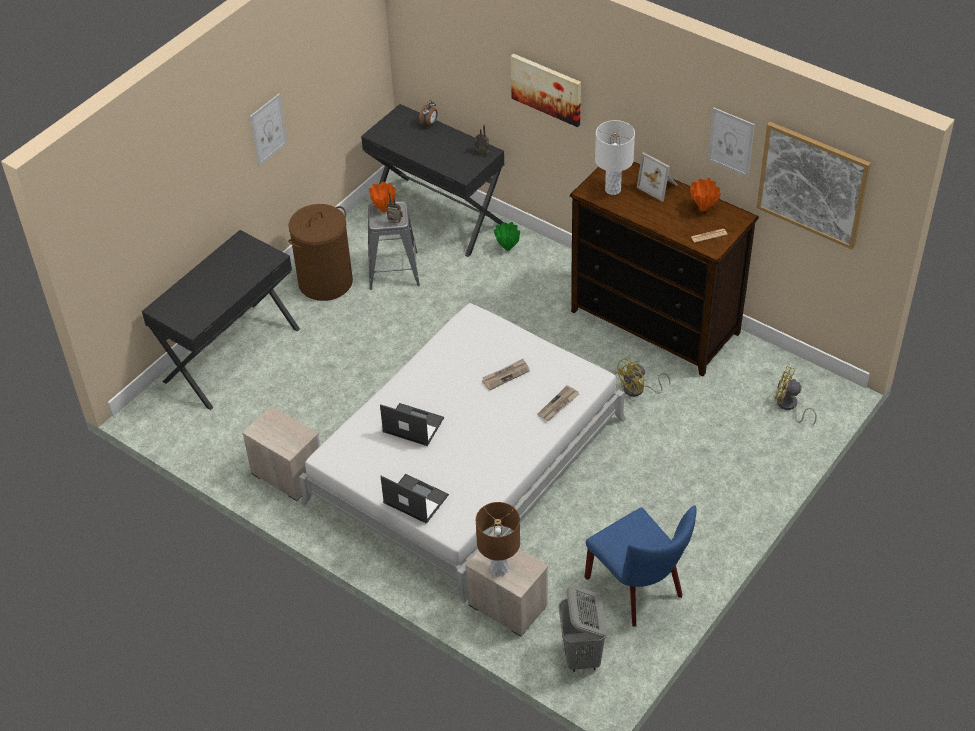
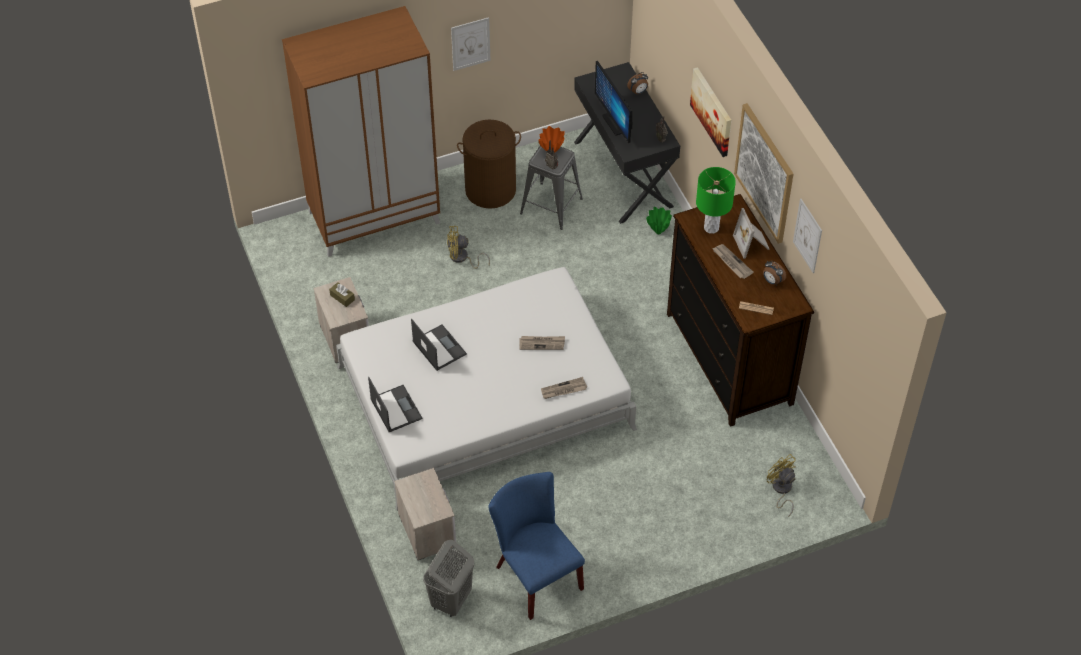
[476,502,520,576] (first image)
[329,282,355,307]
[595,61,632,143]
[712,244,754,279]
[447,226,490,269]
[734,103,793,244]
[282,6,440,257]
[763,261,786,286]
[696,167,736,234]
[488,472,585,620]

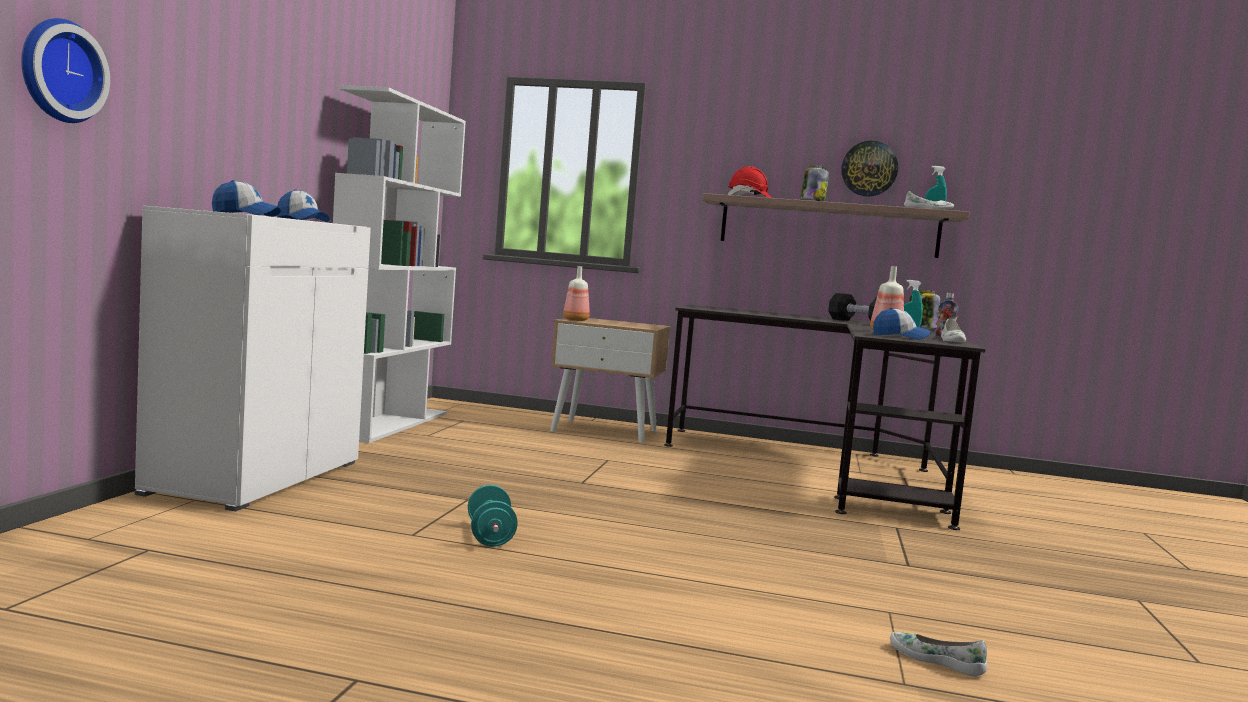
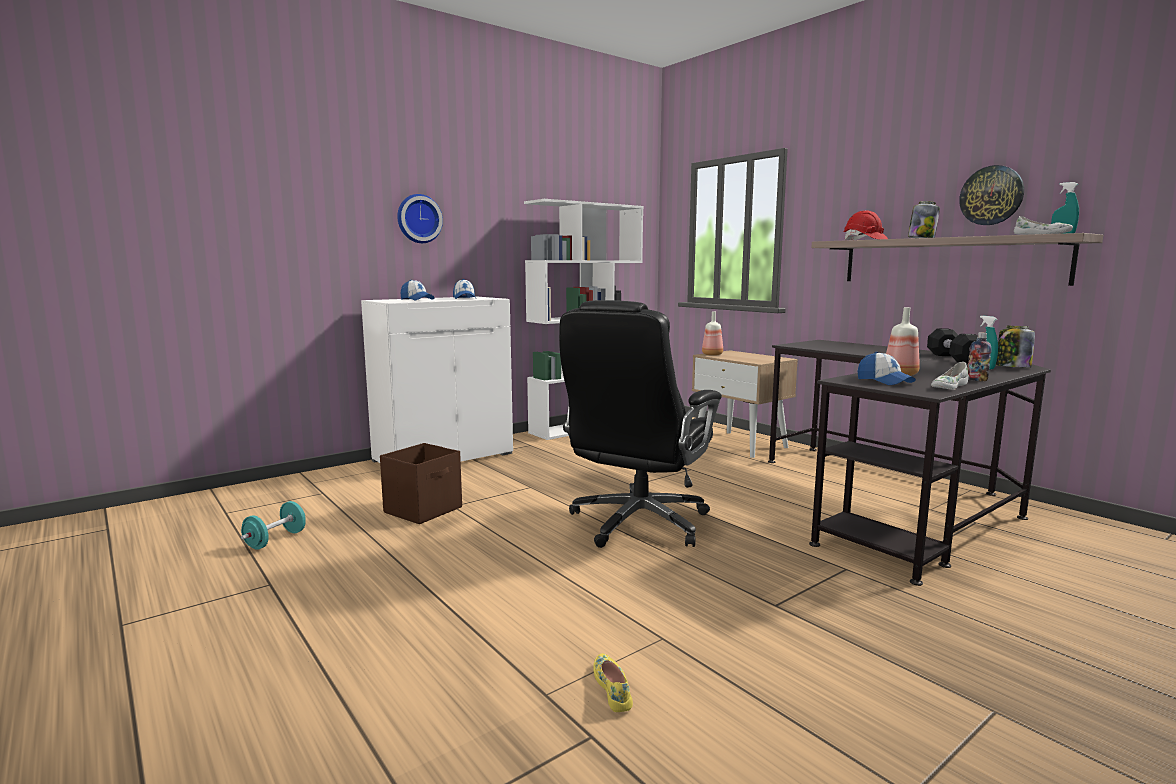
[380,443,462,524]
[559,300,722,548]
[397,194,443,243]
[241,501,306,550]
[593,653,633,712]

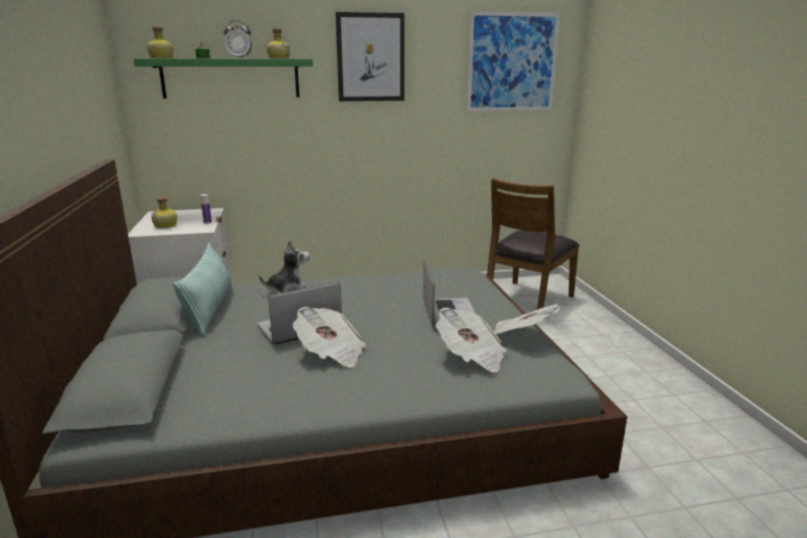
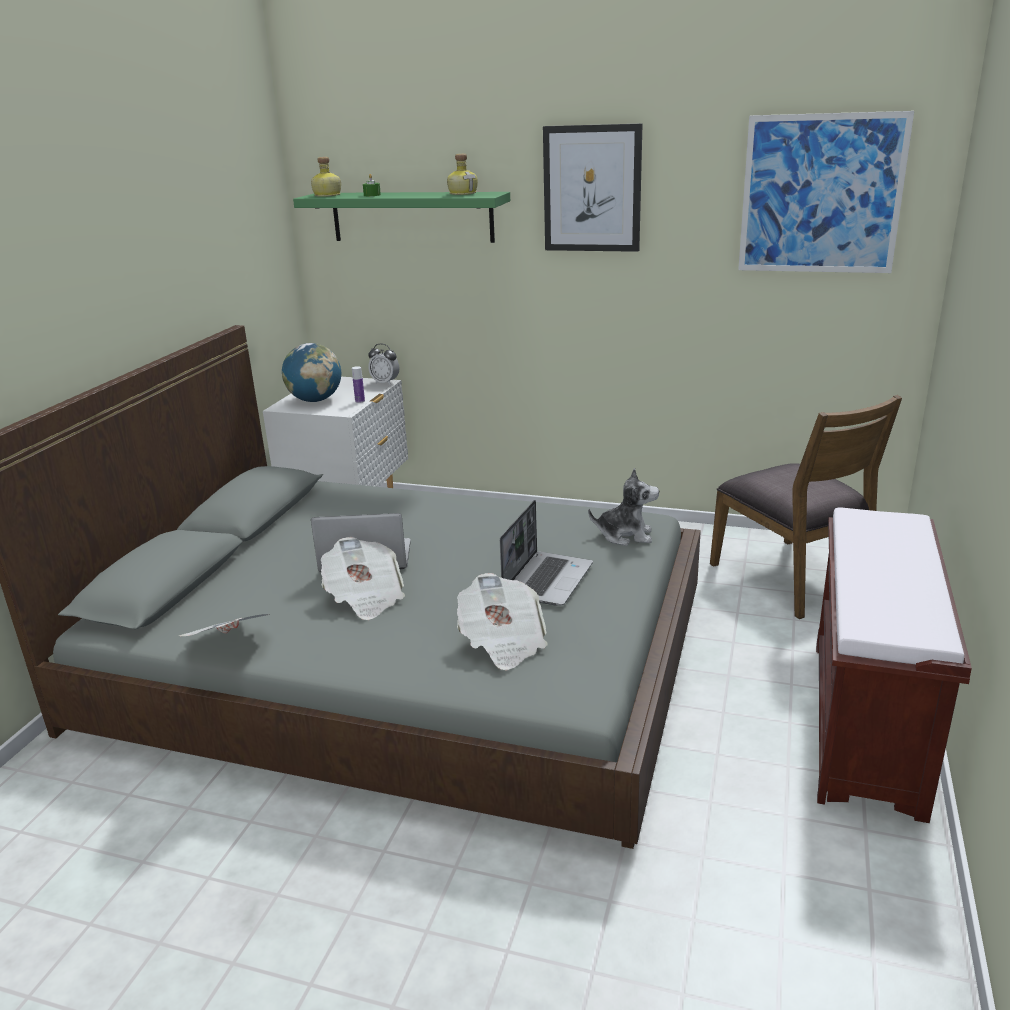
[173,243,232,337] (first image)
[816,508,972,823]
[368,344,400,385]
[588,468,659,546]
[179,614,270,636]
[282,343,341,402]
[710,395,902,619]

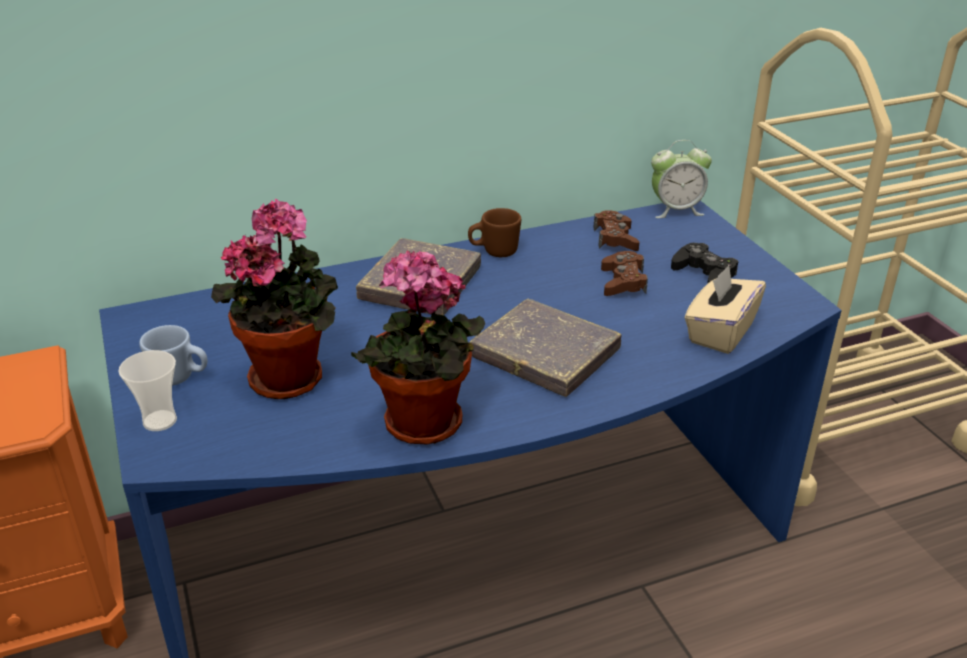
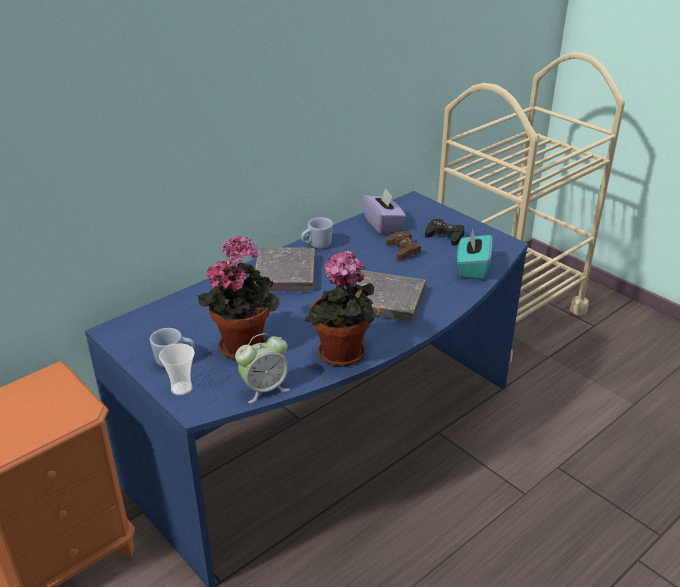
[235,333,290,403]
[362,188,406,235]
[301,217,333,249]
[457,229,493,280]

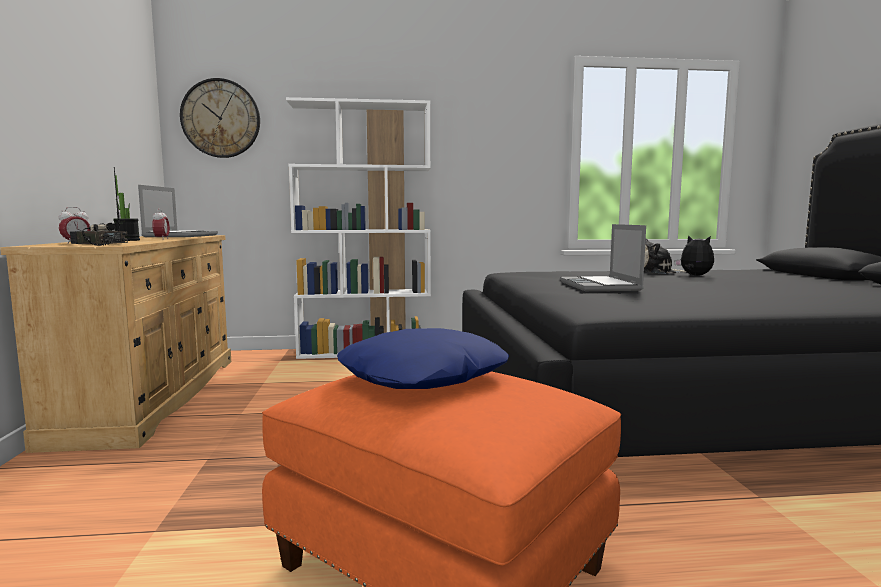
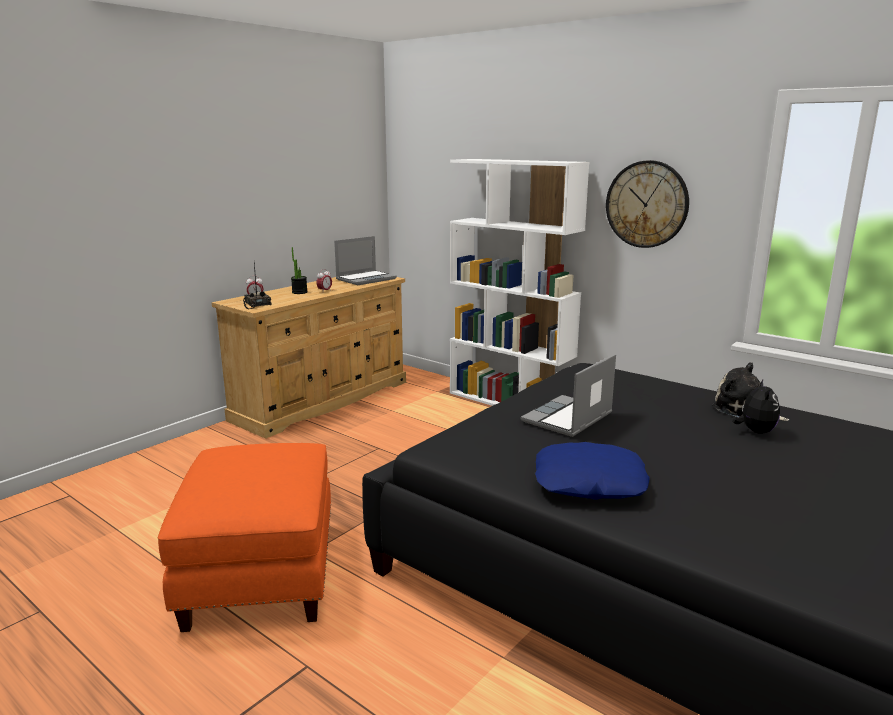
[606,160,689,248]
[535,442,649,500]

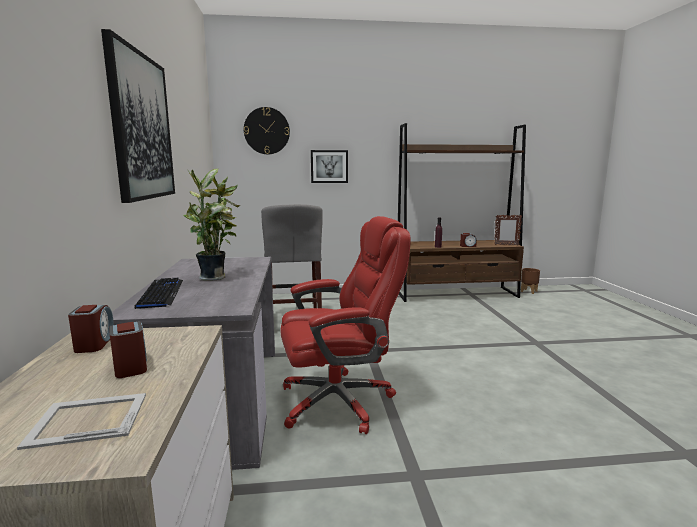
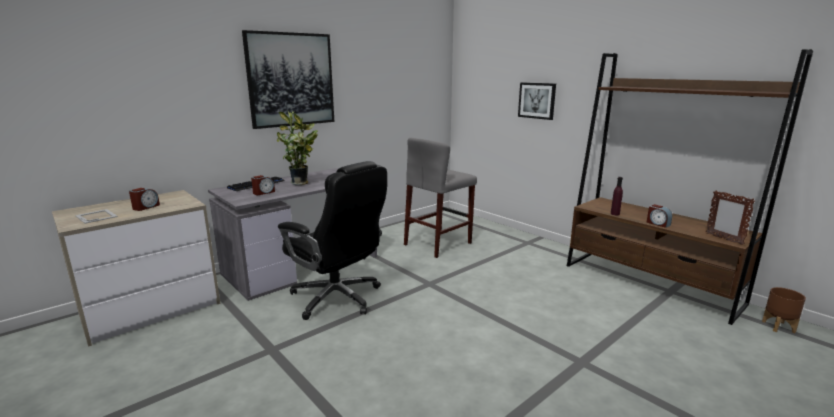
[244,107,290,154] (first image)
[251,175,275,195]
[278,161,387,320]

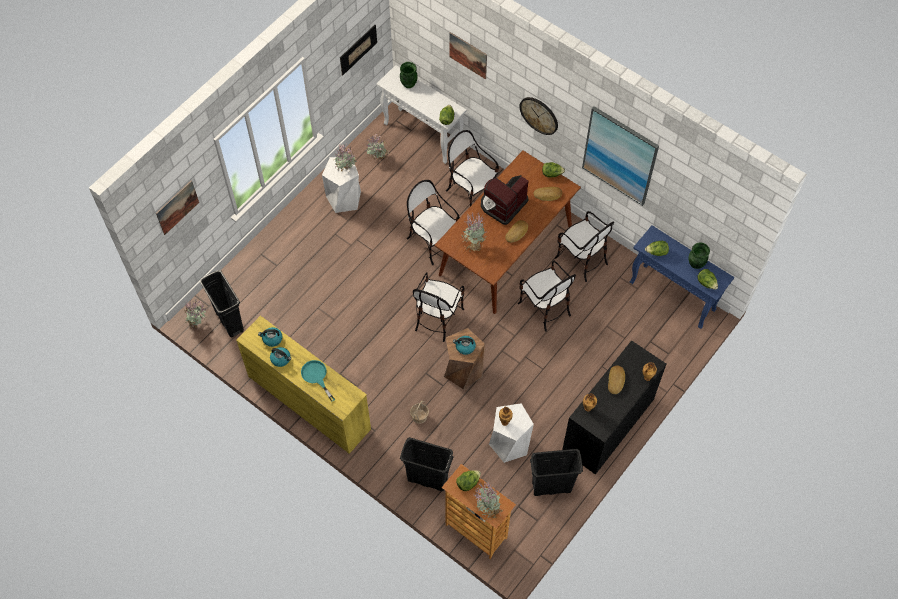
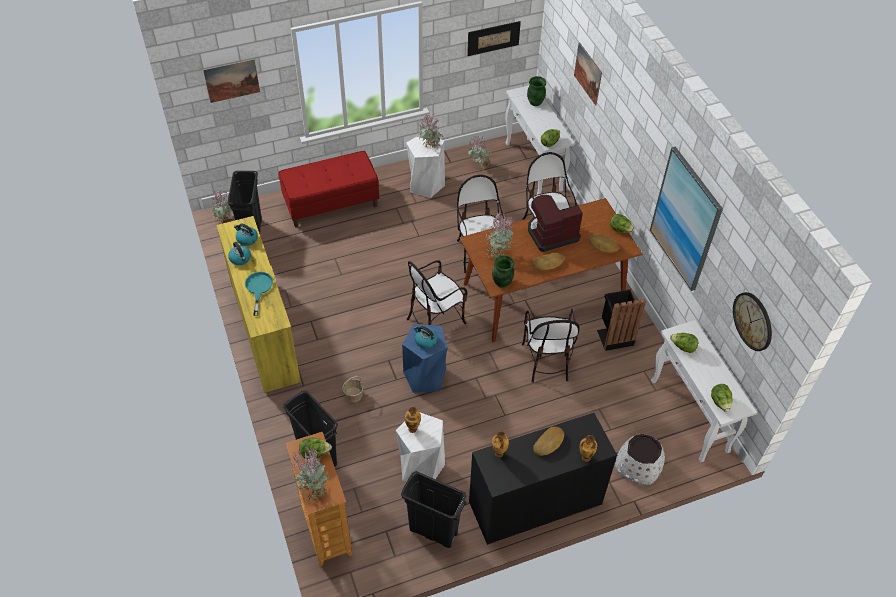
[279,151,379,227]
[615,434,665,485]
[733,292,772,351]
[492,255,514,288]
[597,290,646,351]
[402,324,448,393]
[651,320,757,462]

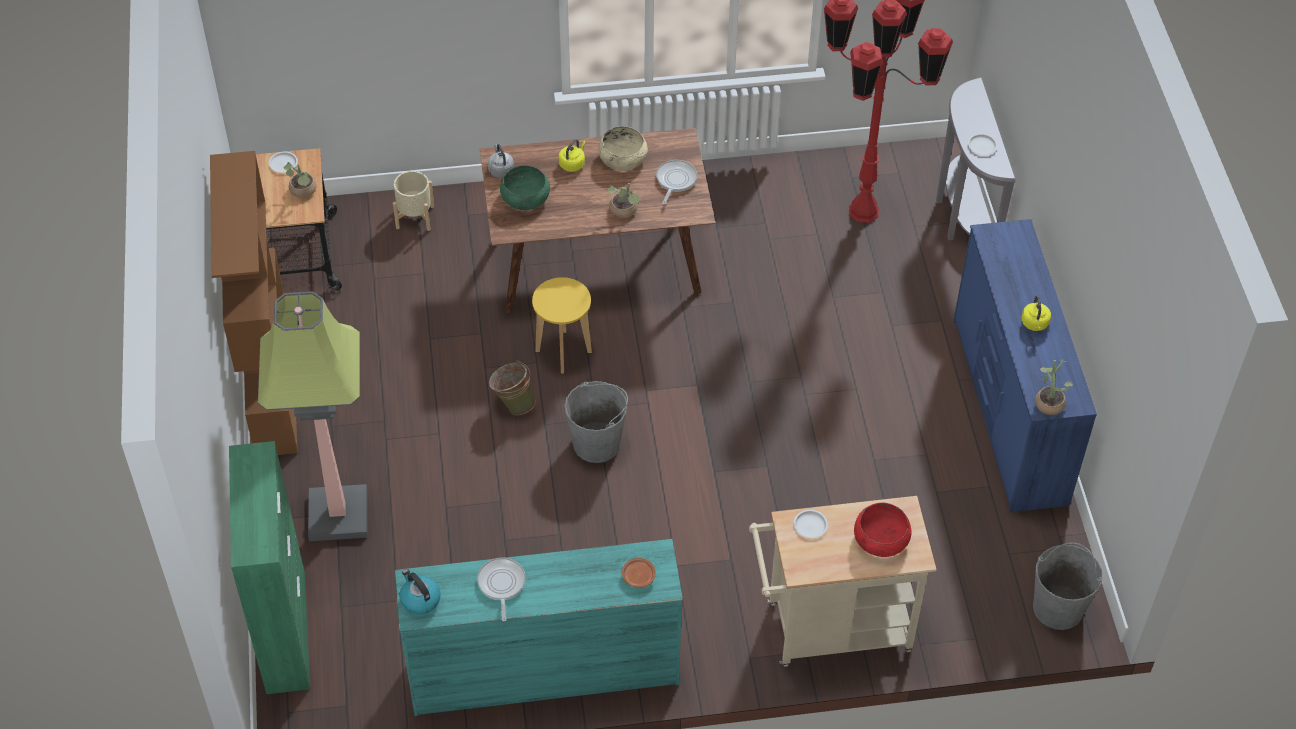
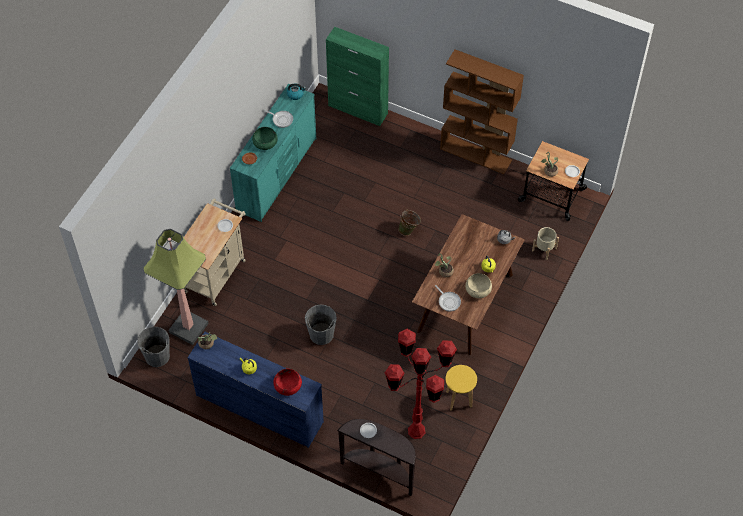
[143,229,209,345]
[252,127,278,150]
[446,365,477,411]
[305,305,337,345]
[273,369,302,396]
[337,419,416,496]

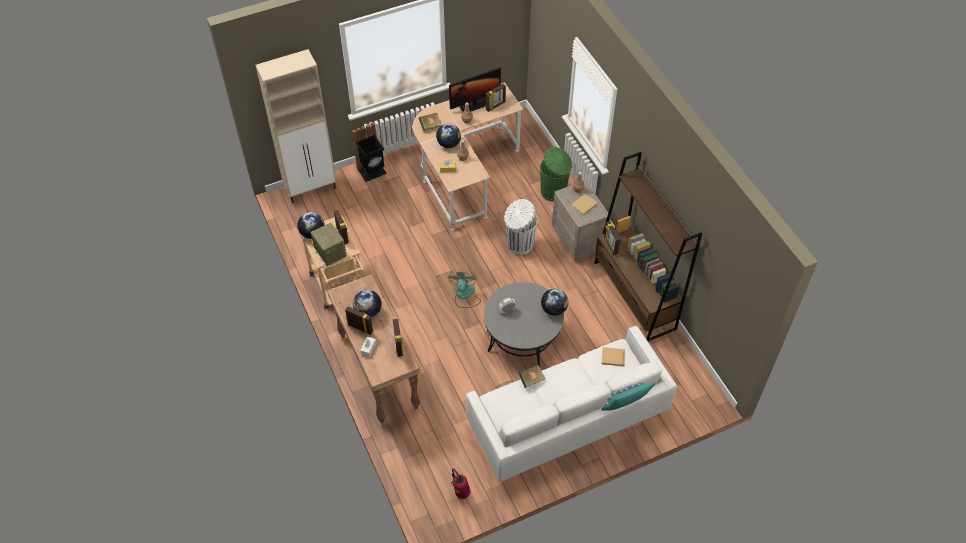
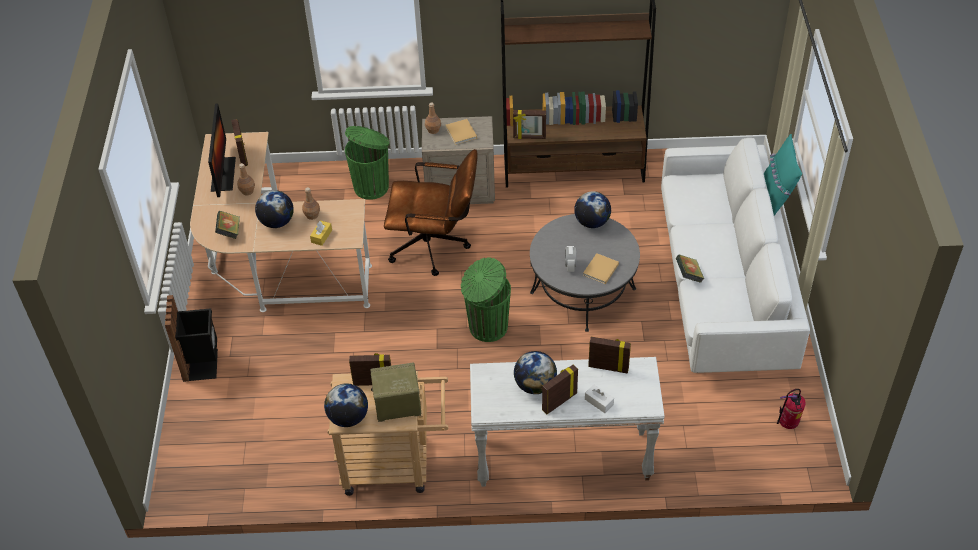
[256,49,337,203] (first image)
[583,253,619,284]
[461,257,511,342]
[384,149,478,276]
[470,357,665,487]

